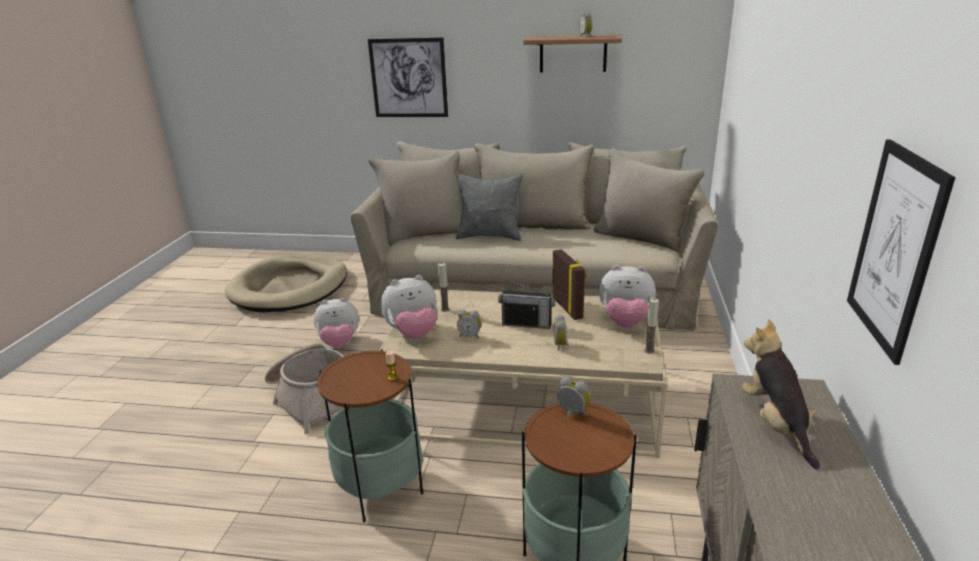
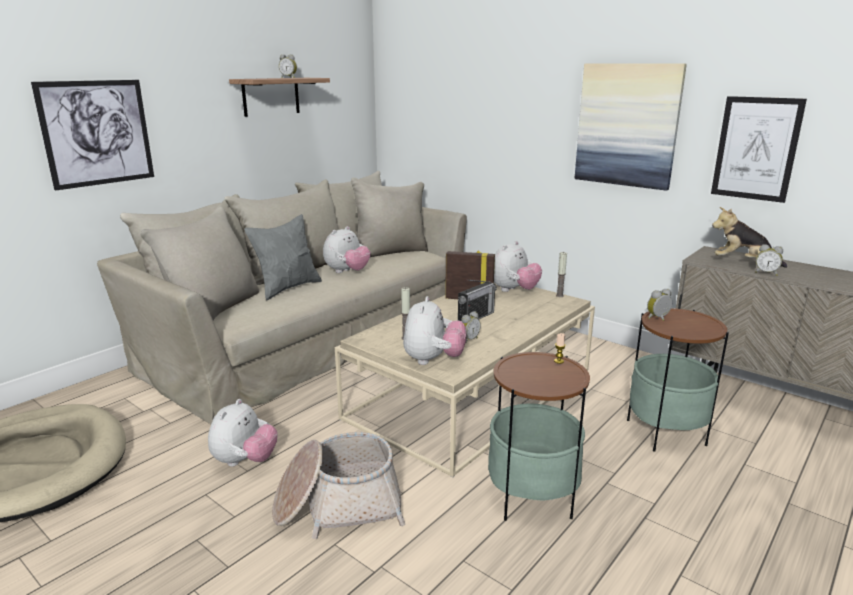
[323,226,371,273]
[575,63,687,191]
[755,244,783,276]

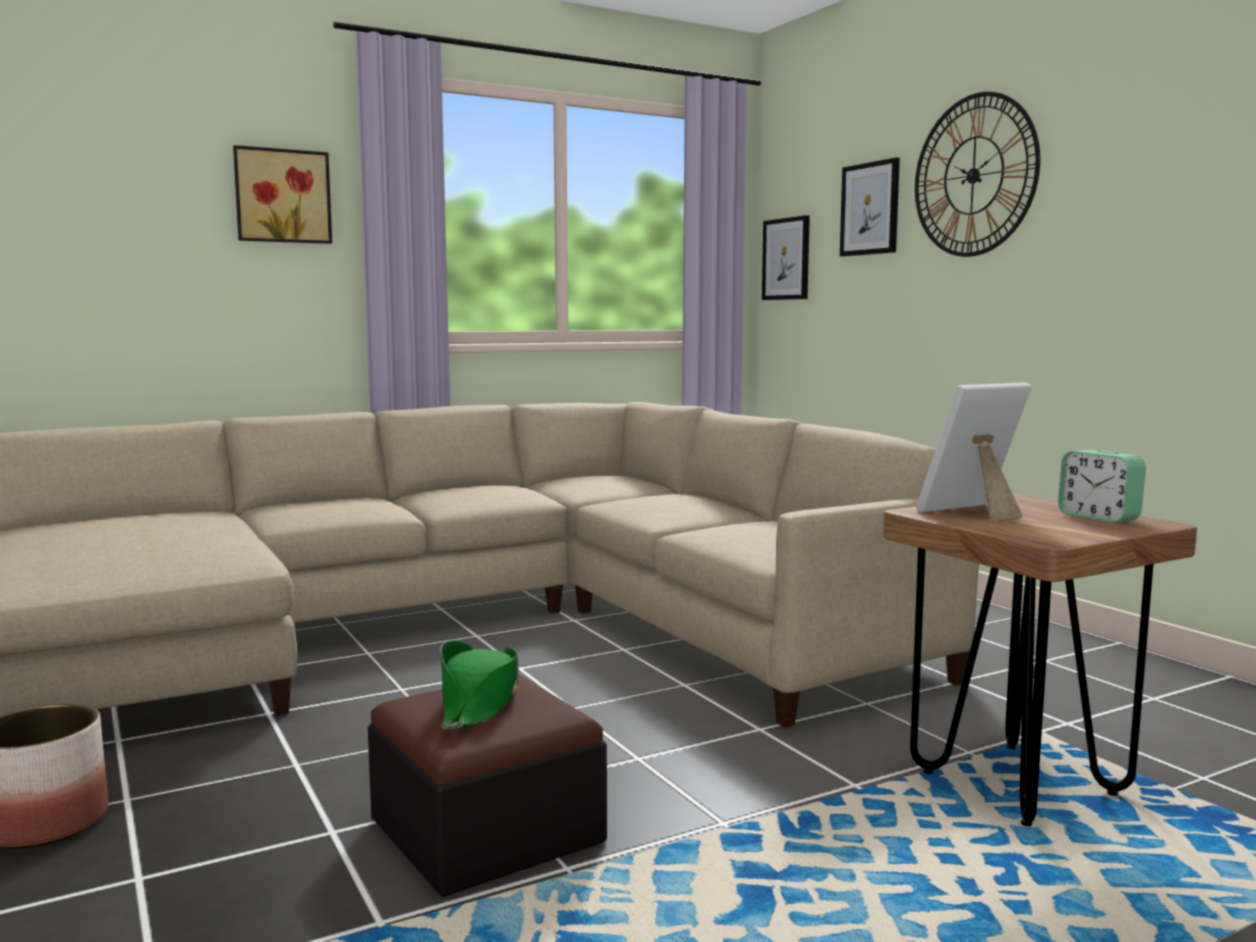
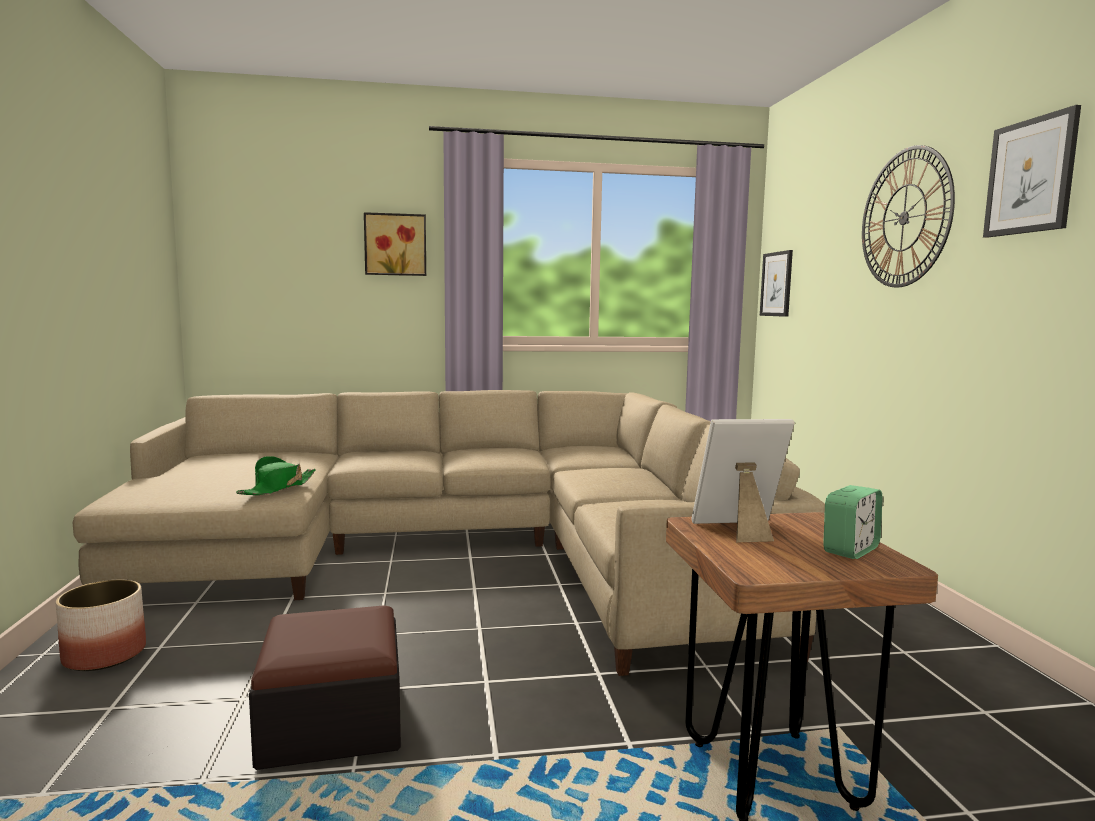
[236,456,316,495]
[983,105,1081,238]
[823,485,883,559]

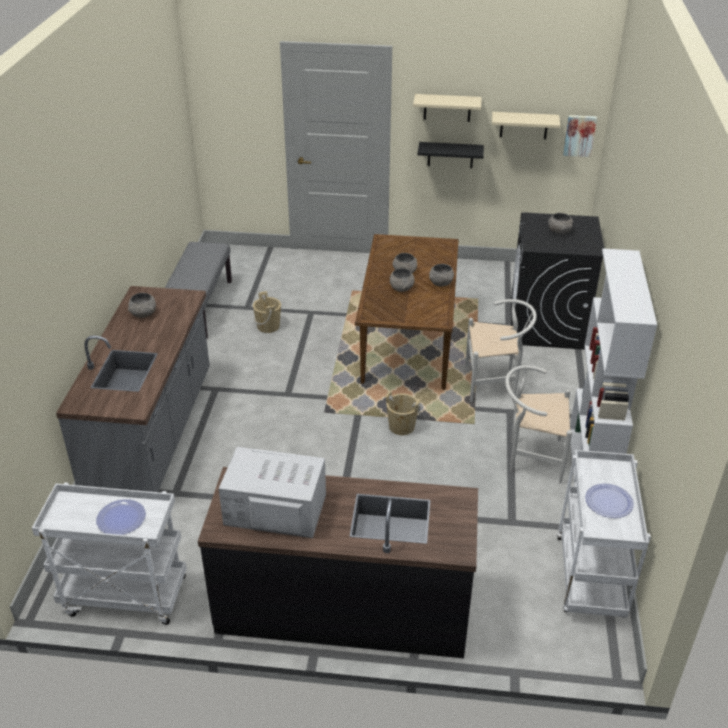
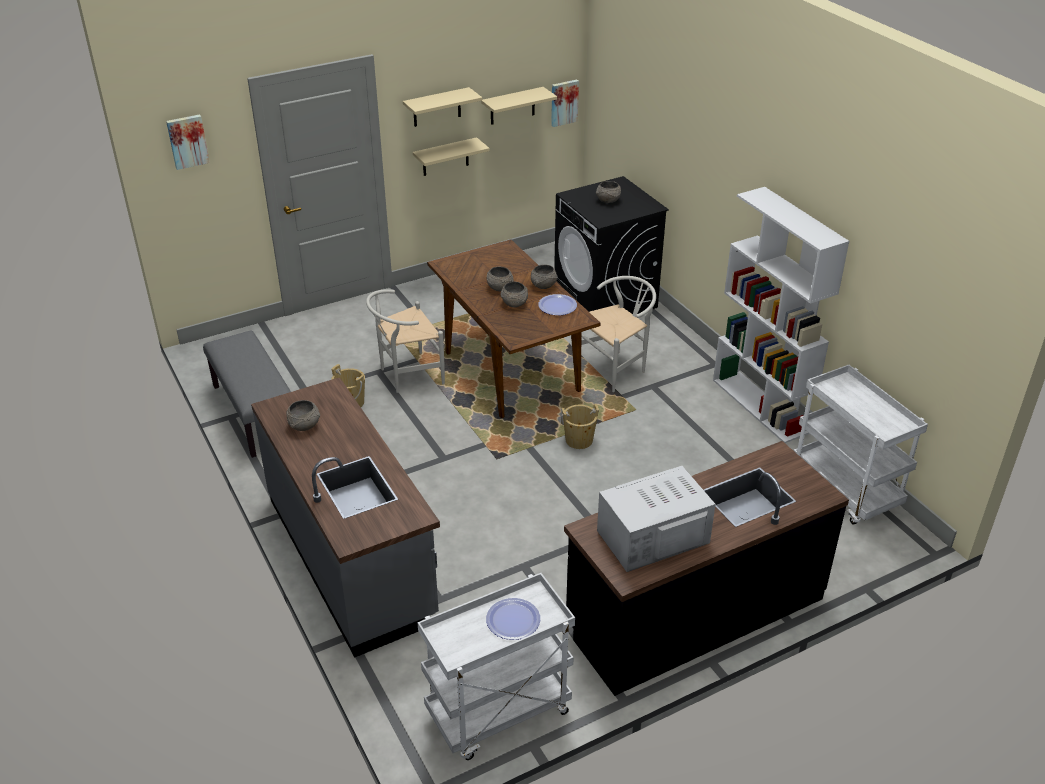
[166,114,210,170]
[366,289,445,393]
[538,294,577,315]
[413,137,490,176]

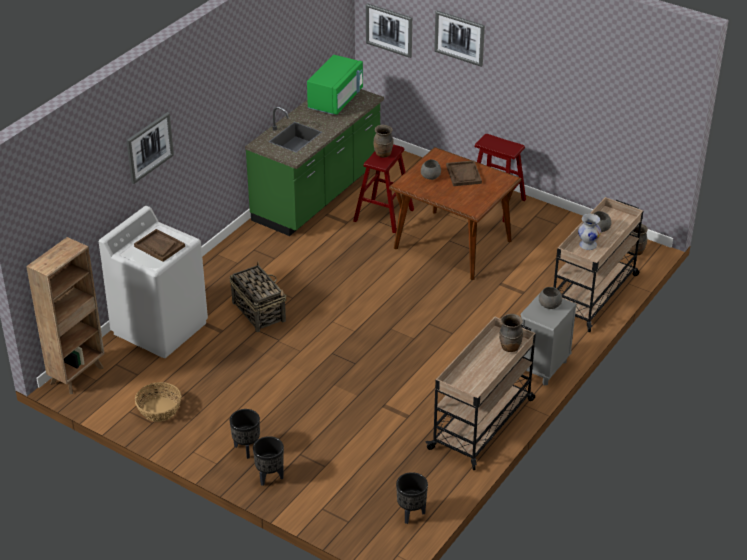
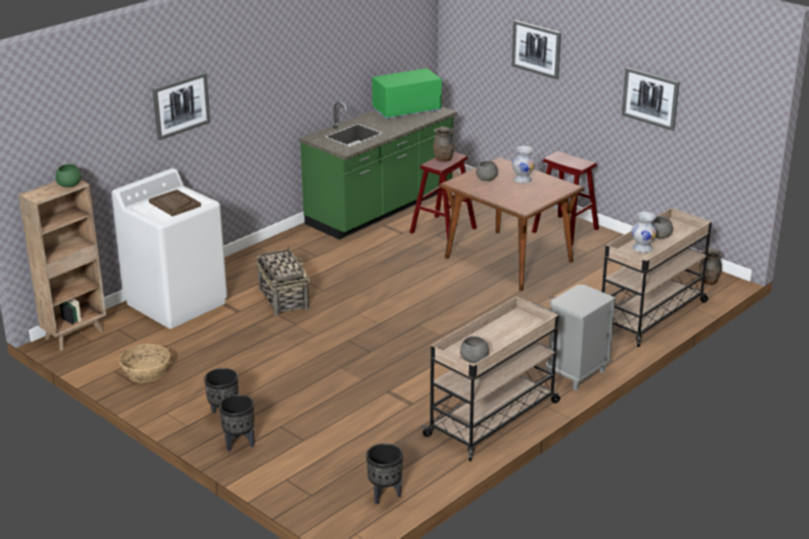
[499,314,523,352] (first image)
[55,164,81,187]
[622,67,679,131]
[460,336,489,363]
[512,146,535,183]
[372,68,442,120]

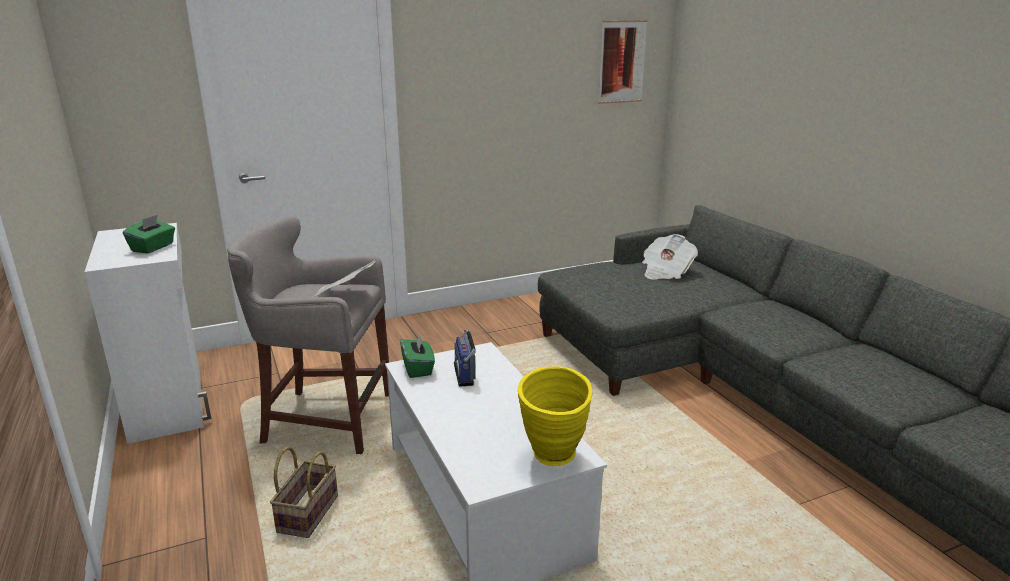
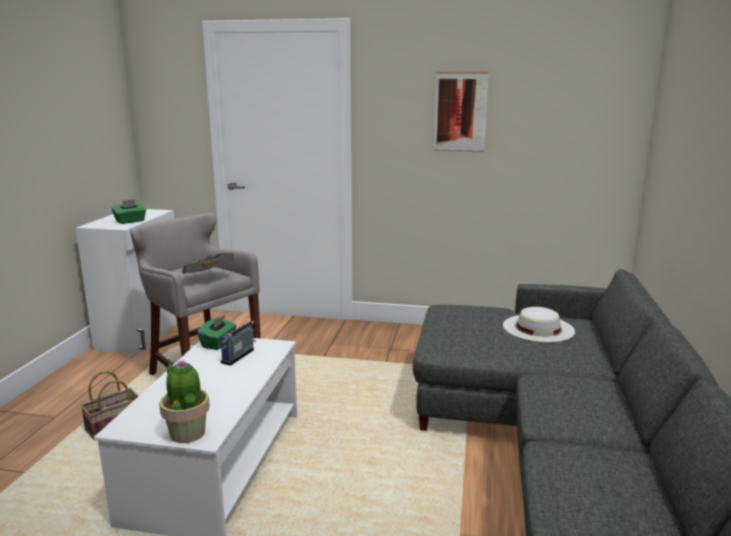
[434,72,489,152]
[159,360,210,443]
[503,307,575,342]

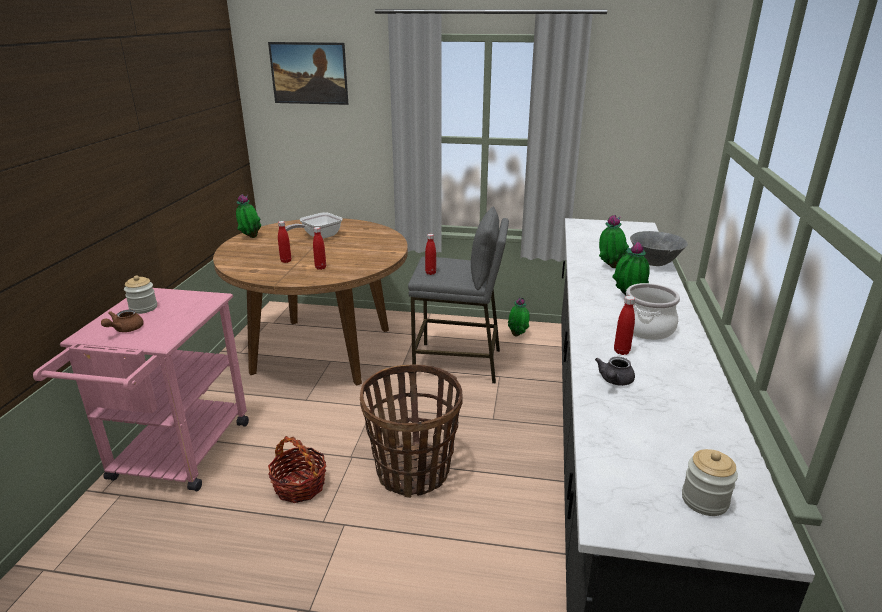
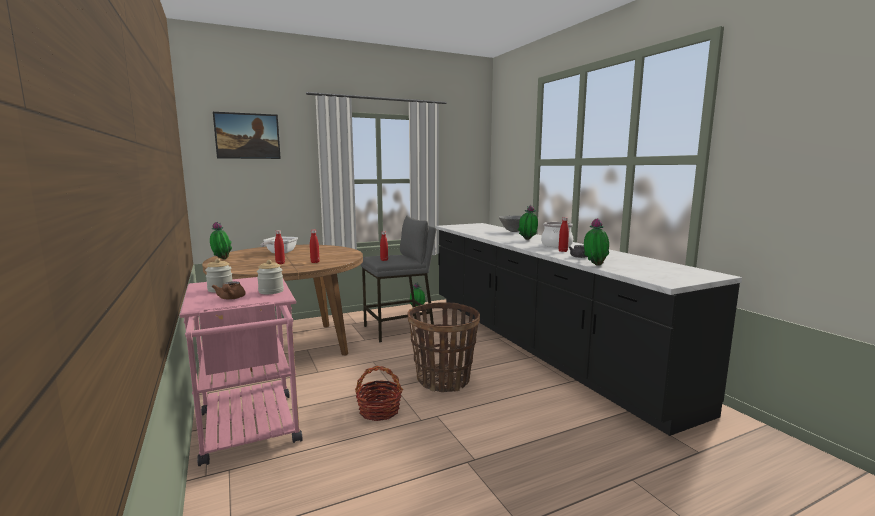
[584,218,609,266]
[257,260,284,294]

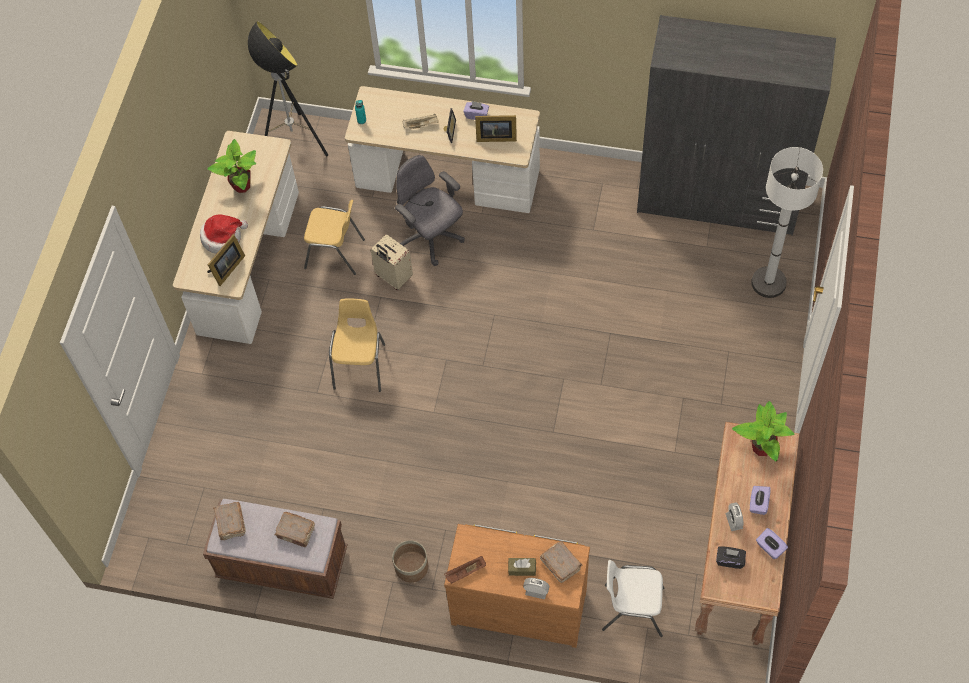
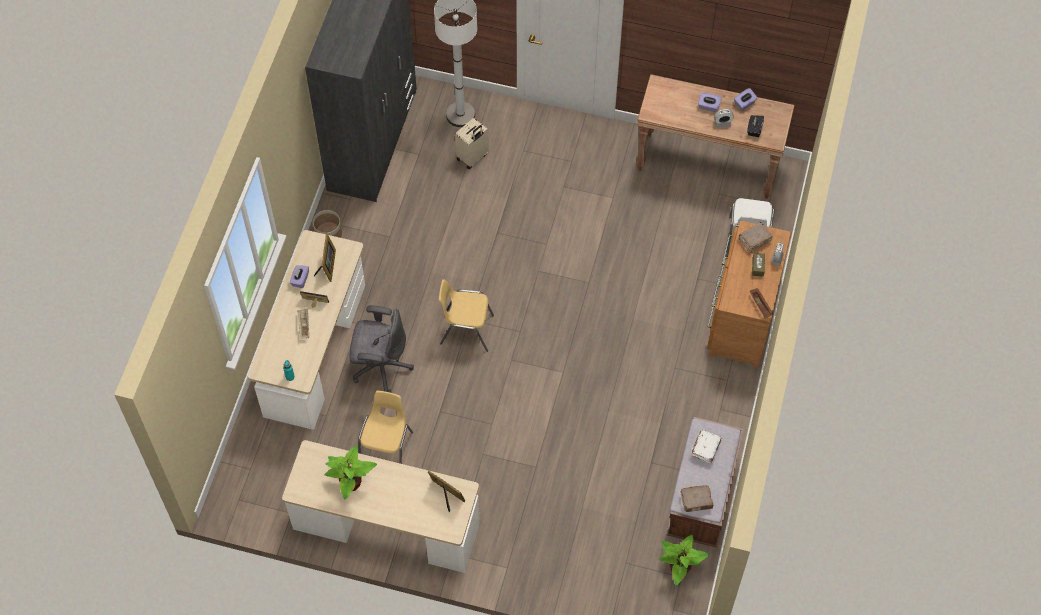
[200,215,248,254] (first image)
[248,21,328,156] (first image)
[439,279,494,352]
[455,118,489,169]
[313,210,342,238]
[659,535,709,586]
[691,430,721,463]
[350,305,414,393]

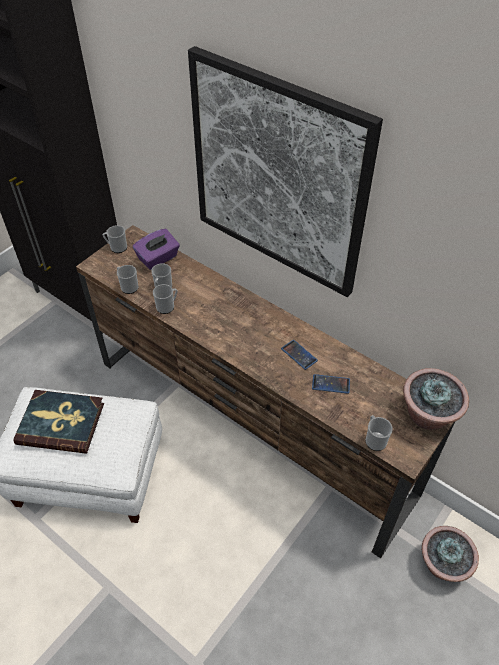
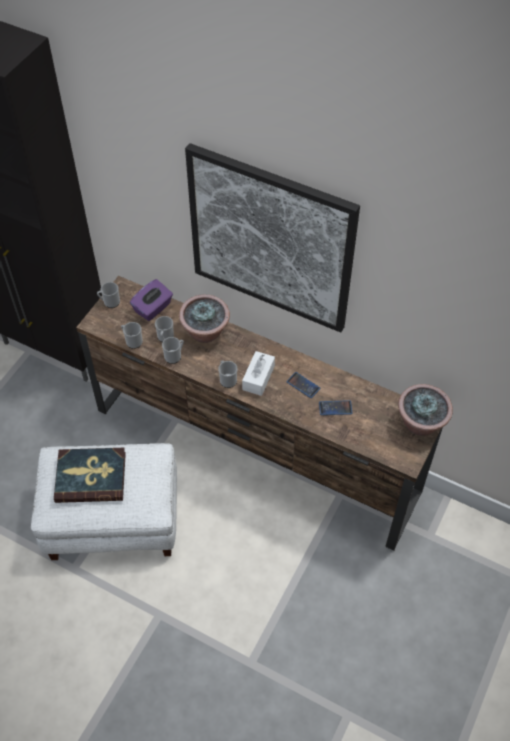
[242,351,275,396]
[218,360,238,388]
[179,294,230,343]

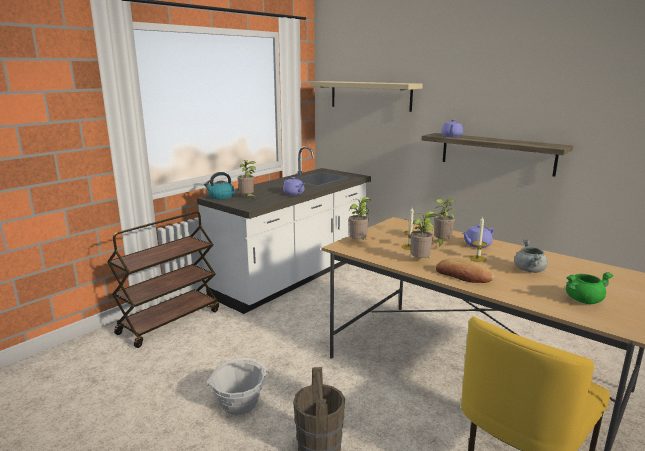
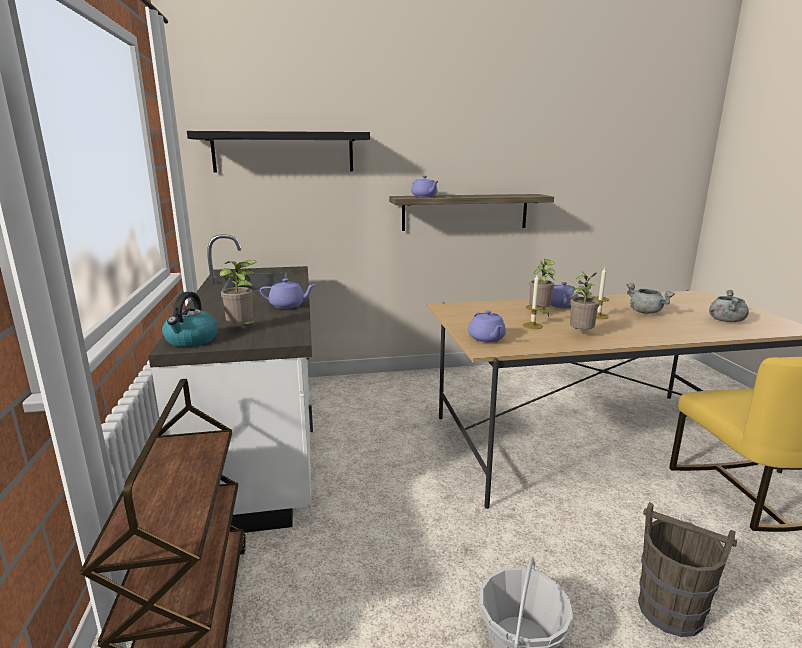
[436,258,494,283] (first image)
[468,310,506,343]
[187,131,370,172]
[709,290,749,322]

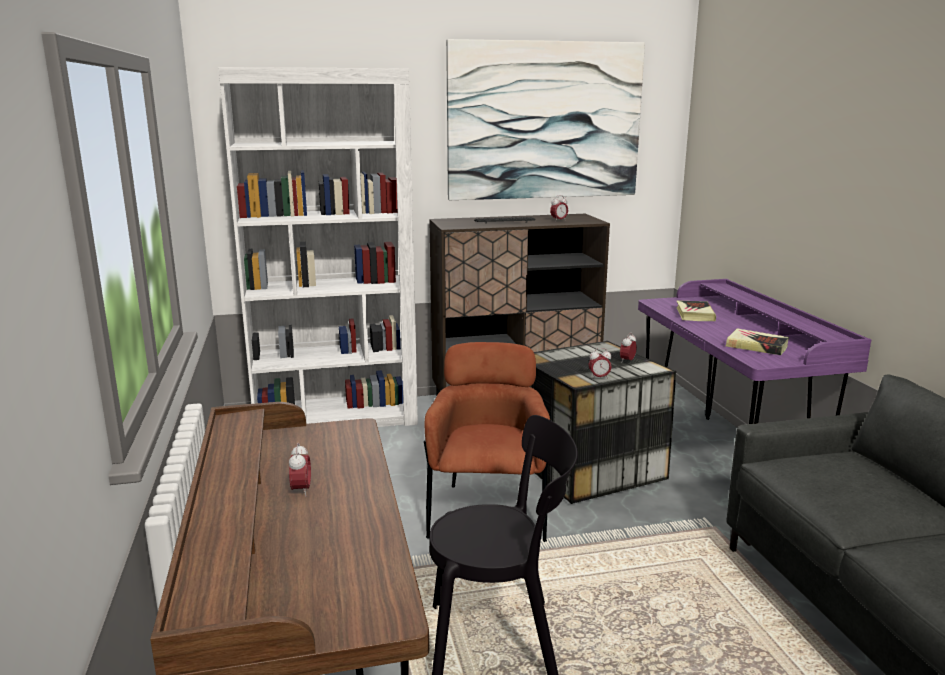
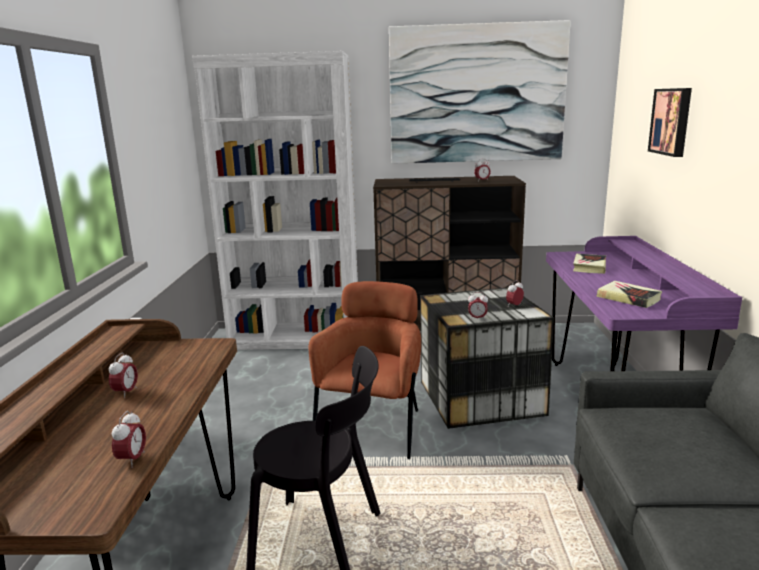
[111,411,146,468]
[648,88,692,157]

